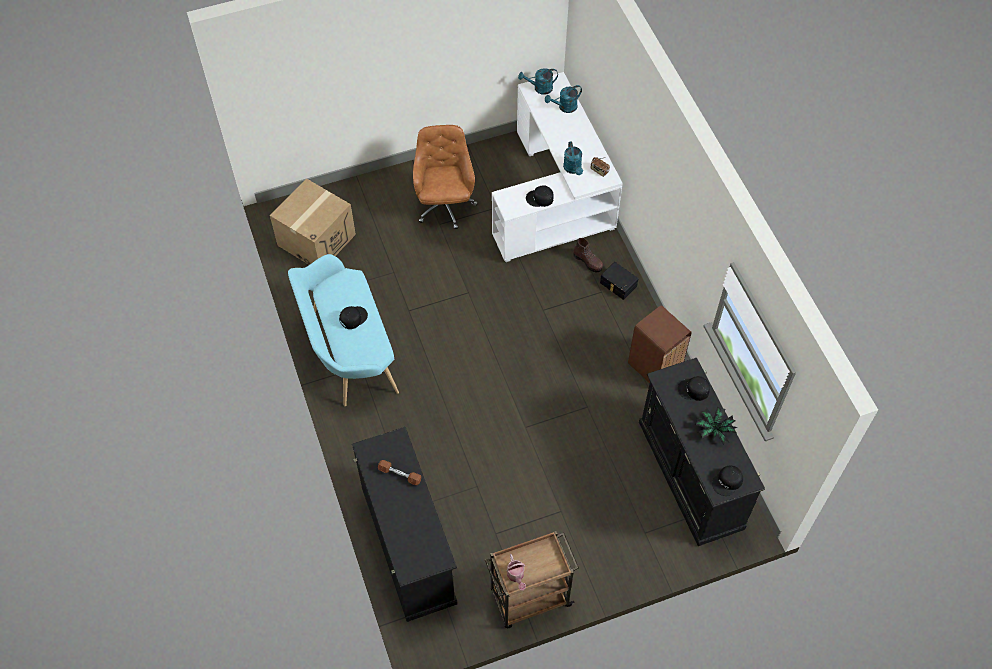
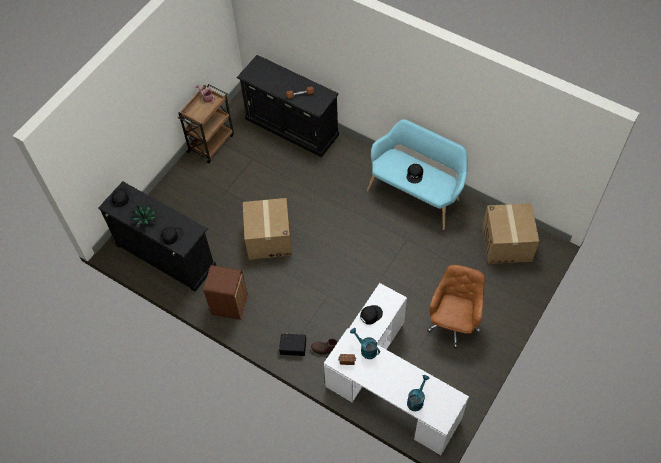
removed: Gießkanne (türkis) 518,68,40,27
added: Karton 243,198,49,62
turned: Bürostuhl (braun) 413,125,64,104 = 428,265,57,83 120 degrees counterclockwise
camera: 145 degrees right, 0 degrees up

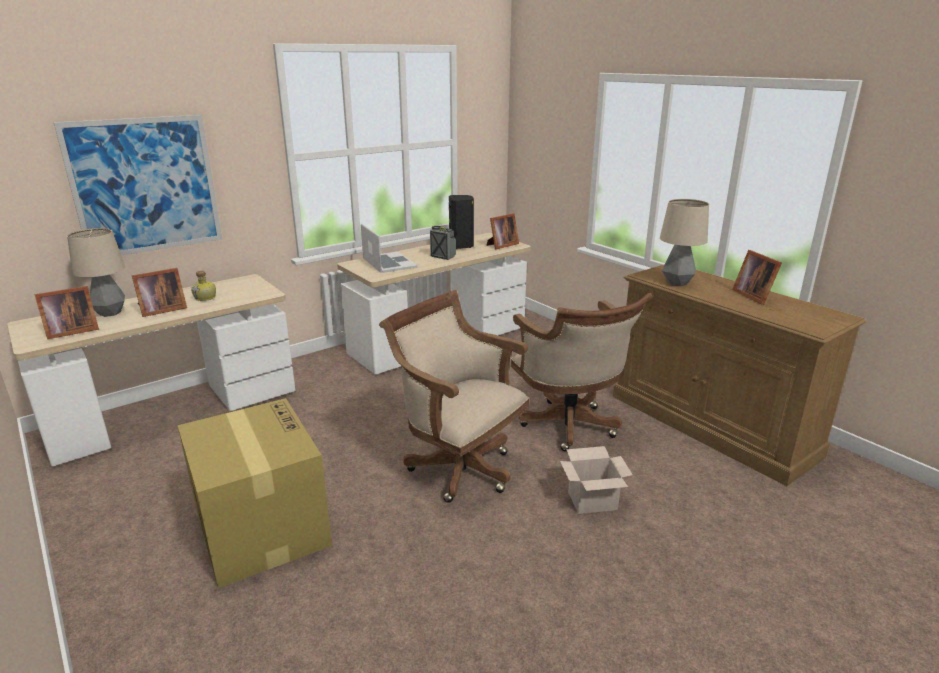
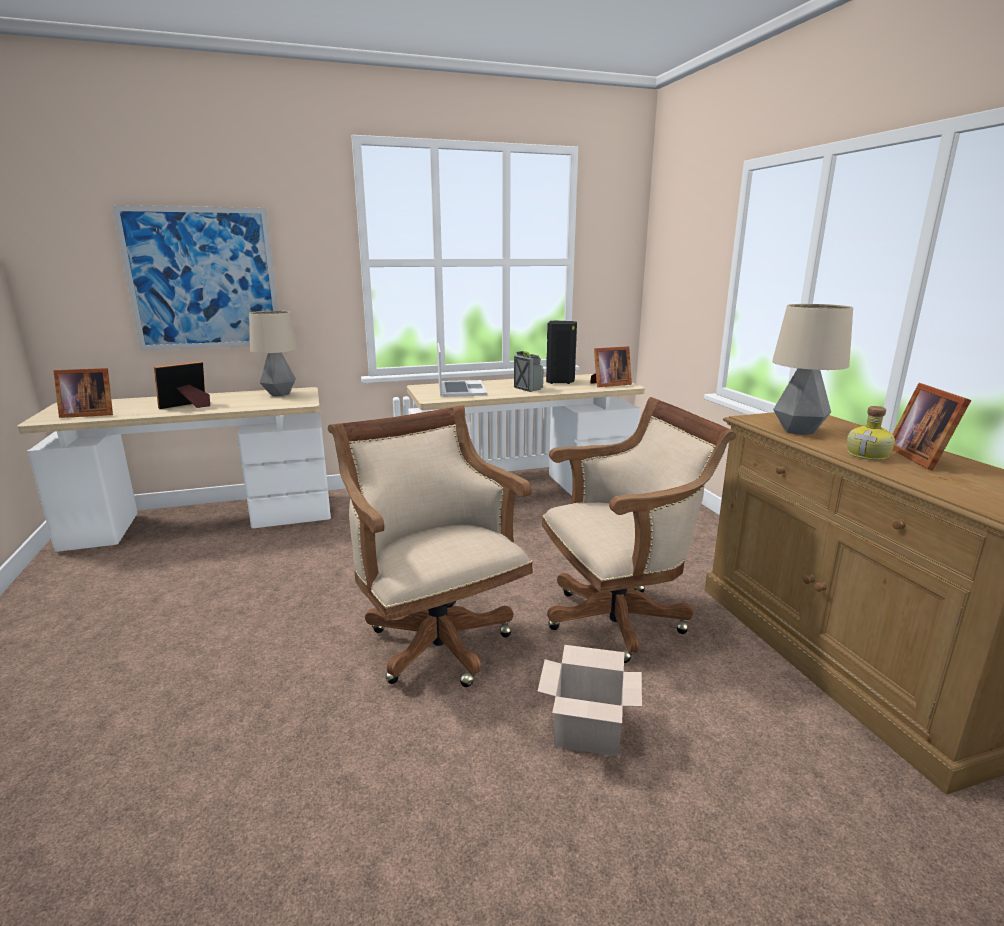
removed: Karton 178,398,154,190
moved: Tischlampe 67,228,58,89 to 249,311,49,85; Flasche 191,271,25,30 to 847,406,48,54
turned: Bilderrahmen 132,268,55,49 = 154,361,56,48 150 degrees clockwise; Bürostuhl 511,293,142,158 = 542,397,194,266 105 degrees counterclockwise
camera: 20 degrees right, 5 degrees down

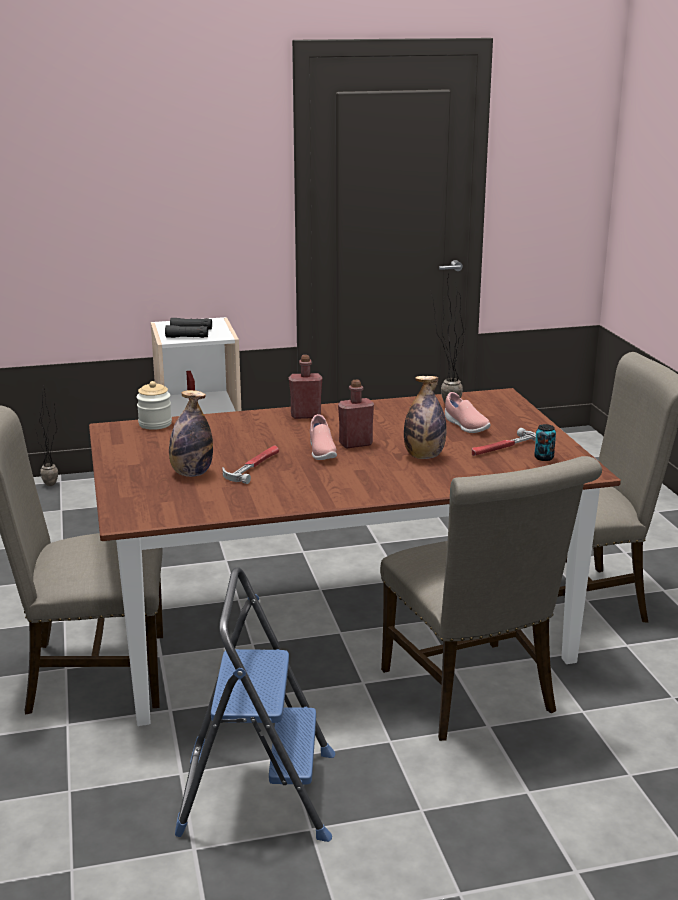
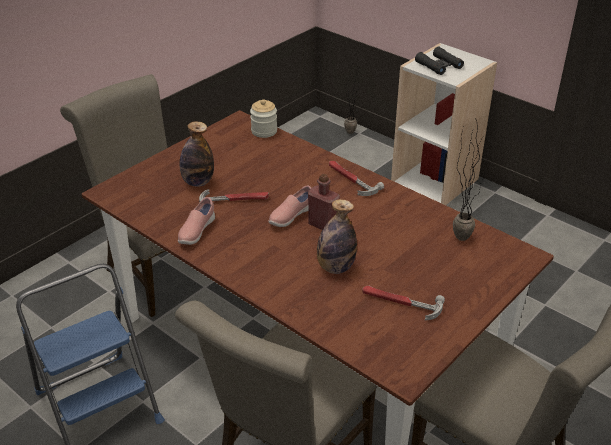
removed: Dose 534,424,22,37
moved: Schuh (rosa) 445,392,45,41 to 178,197,37,48
replaced: Flasche (rot) 289,355,33,64 to Hammer 329,161,55,35
camera: 55 degrees right, 15 degrees up

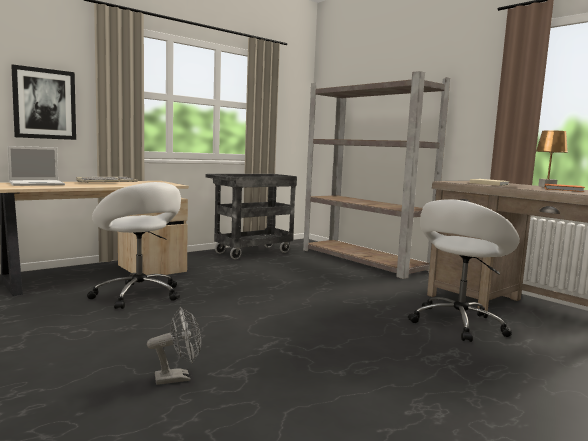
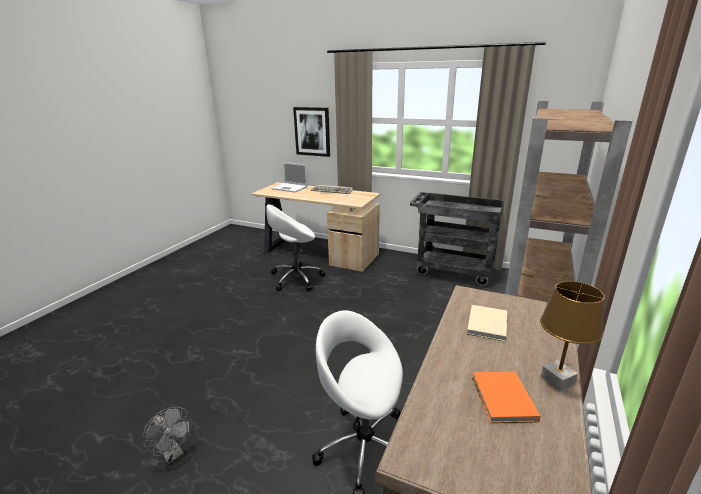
moved: Ventilator (grau) 147,307,54,78 to 142,407,50,57
turned: Bürostuhl (weiß) 87,182,94,127 = 266,204,59,87 45 degrees clockwise
camera: 65 degrees right, 15 degrees up

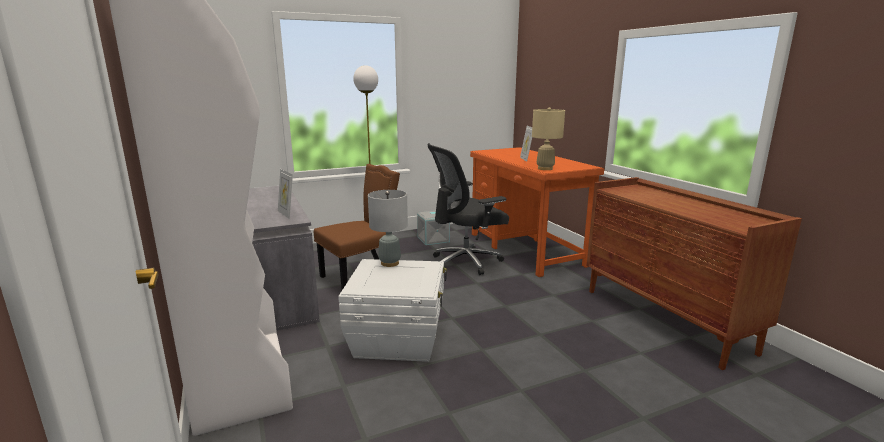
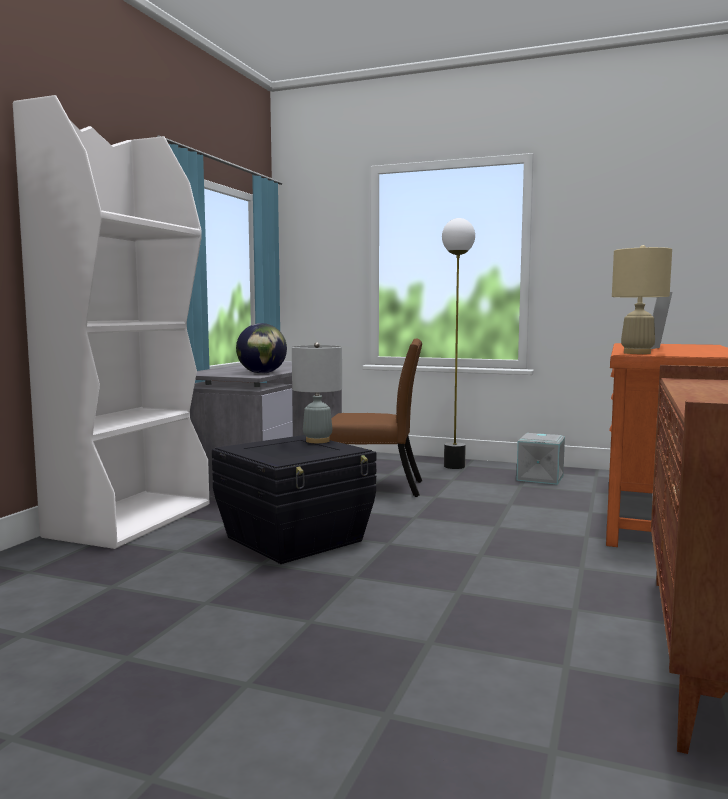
removed: Bürostuhl 428,143,81,132
replaced: Bilderrahmen 278,169,15,50 to Globus 236,323,51,51
recoloured: Aufbewahrungsbox (weiß) 338,259,109,103 to Aufbewahrungsbox (schwarz) 212,435,164,129
camera: 45 degrees right, 10 degrees down

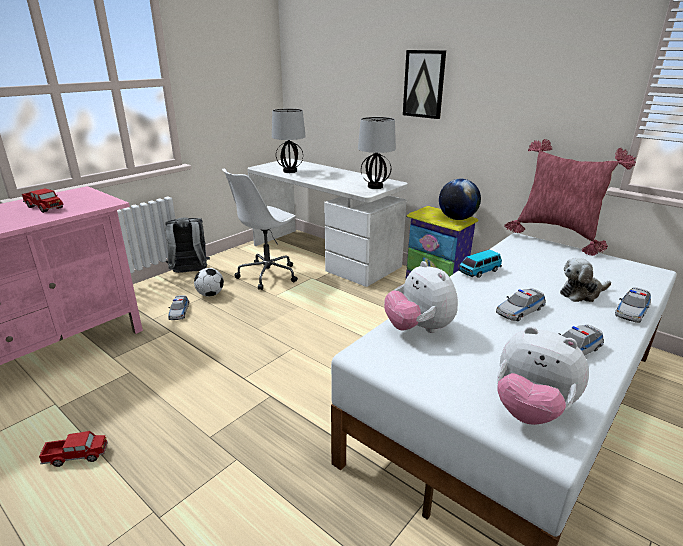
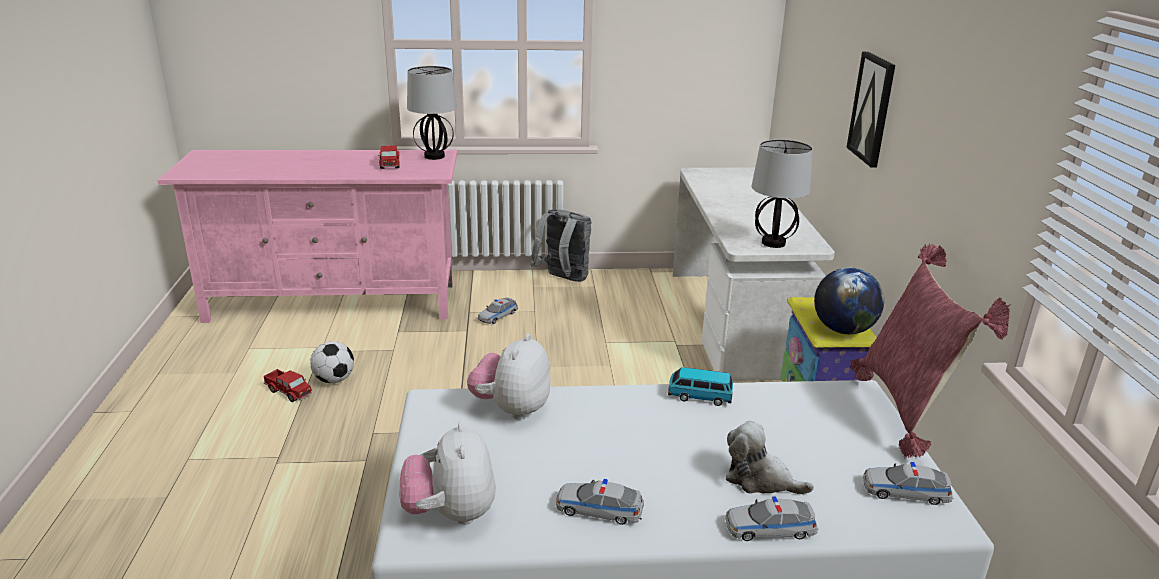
removed: Bürostuhl (weiß) 222,169,76,121
moved: Fußball 194,268,30,29 to 310,341,44,42; Tischlampe 272,108,34,65 to 407,66,50,94; Spielzeugauto 496,288,50,33 to 863,462,90,43
camera: 45 degrees right, 0 degrees up

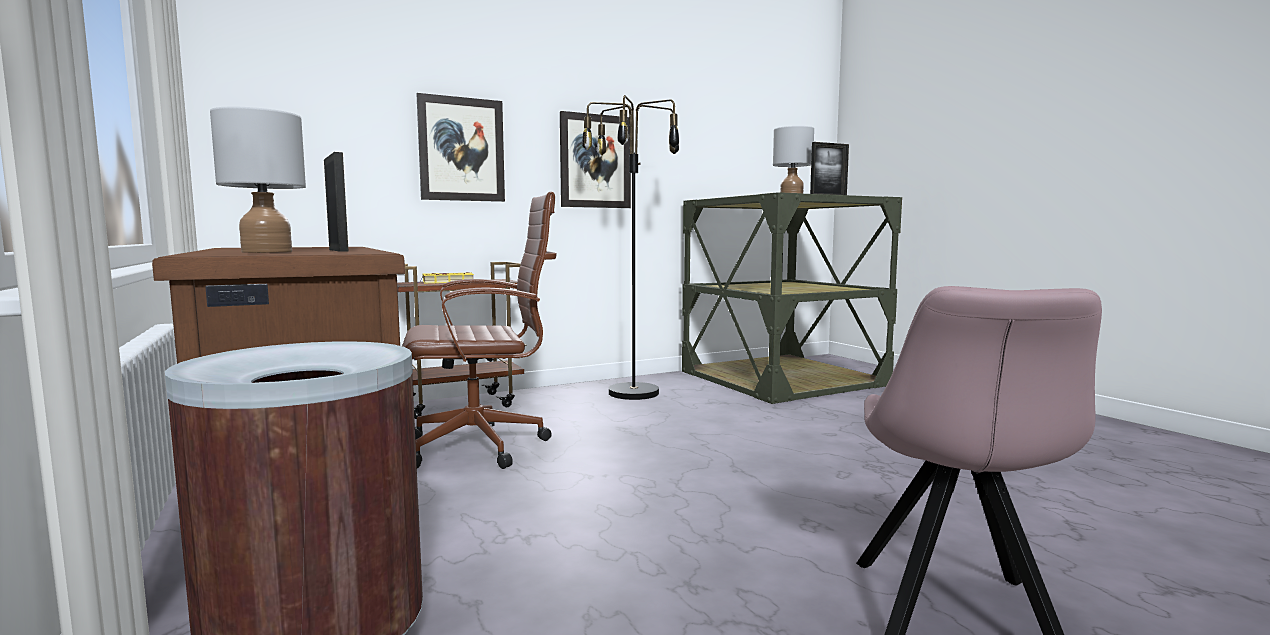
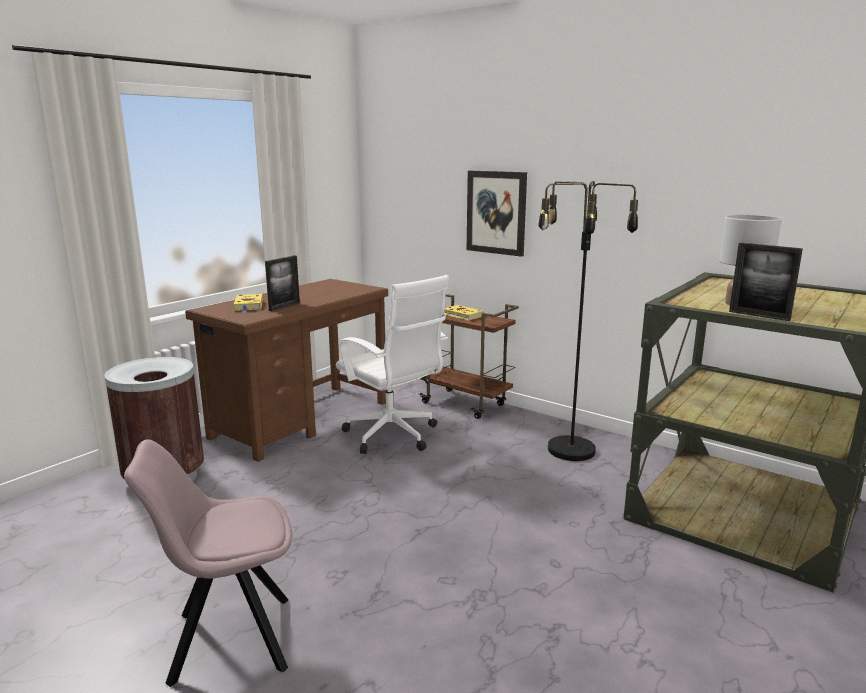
removed: Bild 560,111,71,97
replaced: Tischlampe (grau) 210,107,96,146 to Buch (gelb) 233,294,30,19
recoloured: Bürostuhl (braun) 403,192,154,277 to Bürostuhl (weiß) 336,275,113,179
camera: 65 degrees right, 10 degrees up

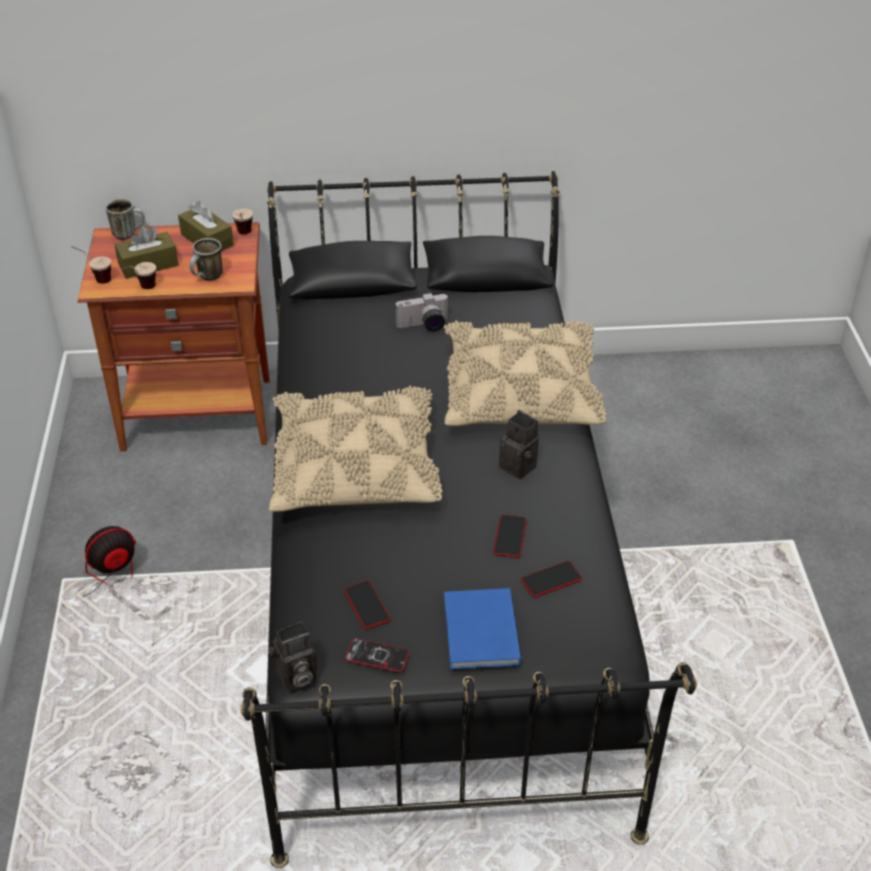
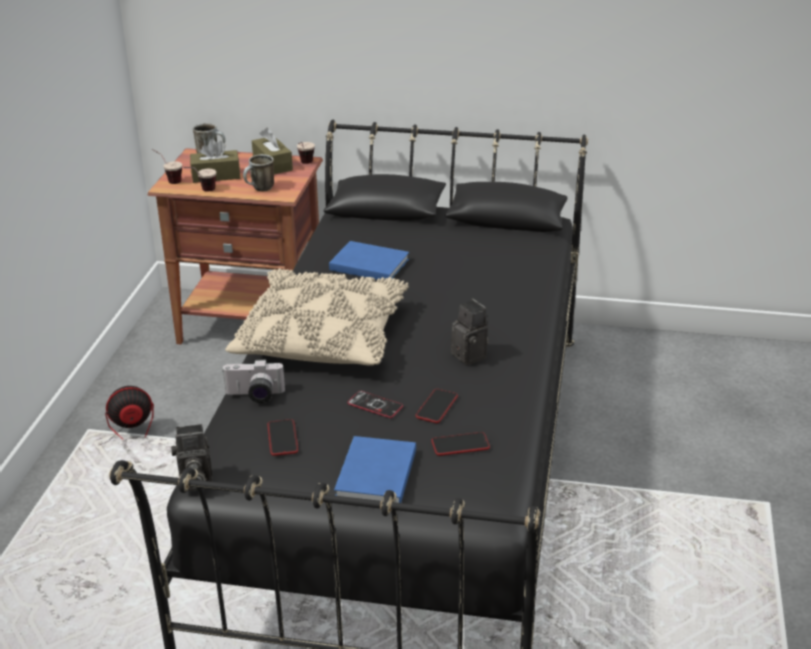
removed: Kissen (beige) 444,320,162,106
added: Buch (blau) 329,241,80,39
moved: Handy 345,638,65,34 to 347,391,56,27; Kamera 396,292,53,40 to 221,359,64,44
camera: 15 degrees right, 10 degrees down

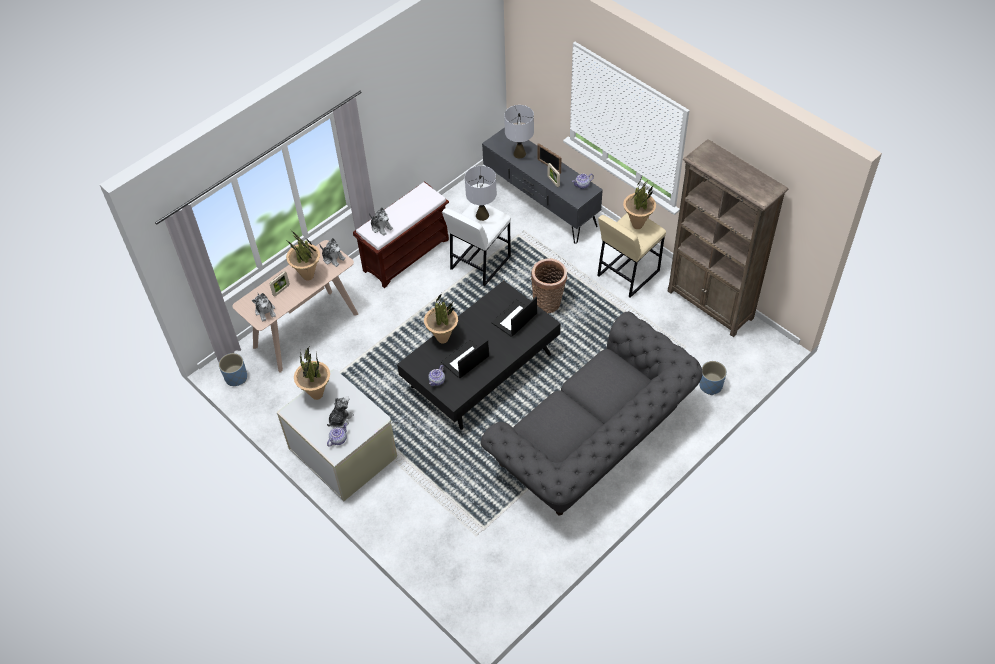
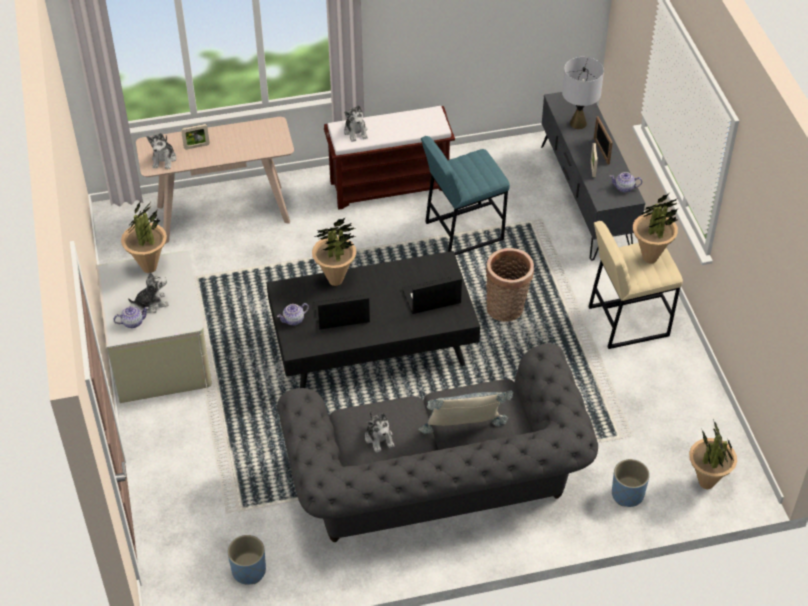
removed: Tischlampe (grau) 465,166,32,55; Bücherregal (braun) 668,139,121,198
added: Kissen 419,390,94,44
moved: Pflanzkübel (blau) 219,353,28,33 to 228,535,38,50; Topfpflanze 286,232,34,49 to 689,419,48,70; Plüschtier 319,238,27,29 to 365,411,29,42
recoloured: Hocker (weiß) 442,203,69,83 to Hocker (blau) 421,136,89,119
camera: 30 degrees right, 5 degrees down

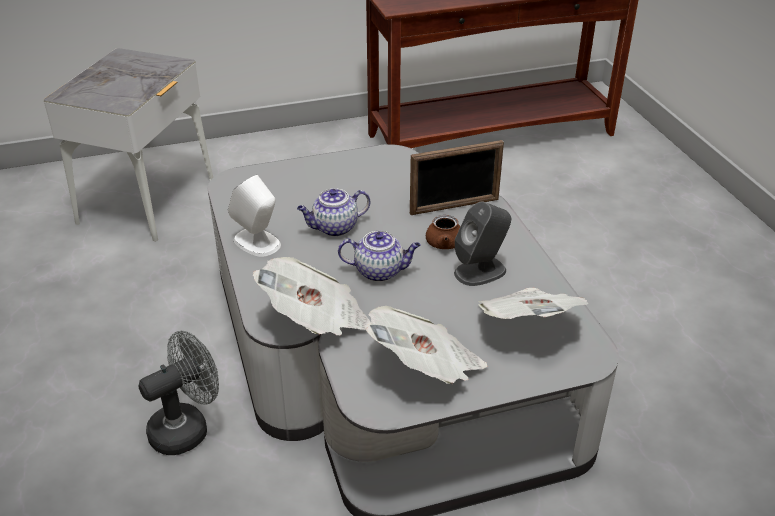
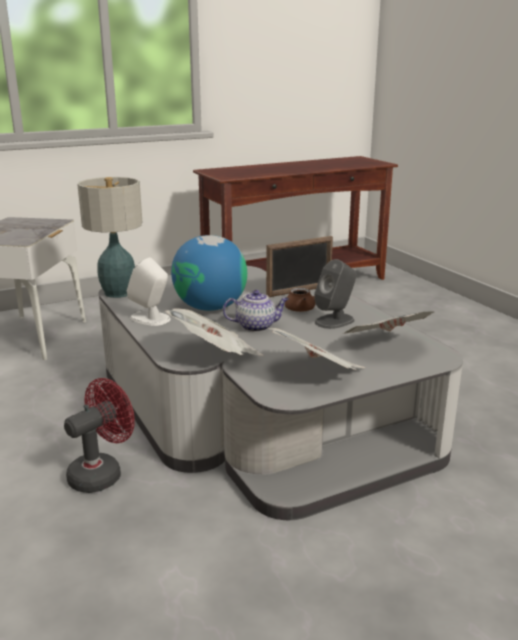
added: Tischlampe 77,177,65,121
replaced: Teekanne 297,188,74,49 to Globus 171,235,76,76
recoloured: Ventilator (grau) 138,331,81,124 to Ventilator (rot) 64,378,71,115
camera: 10 degrees left, 15 degrees down

